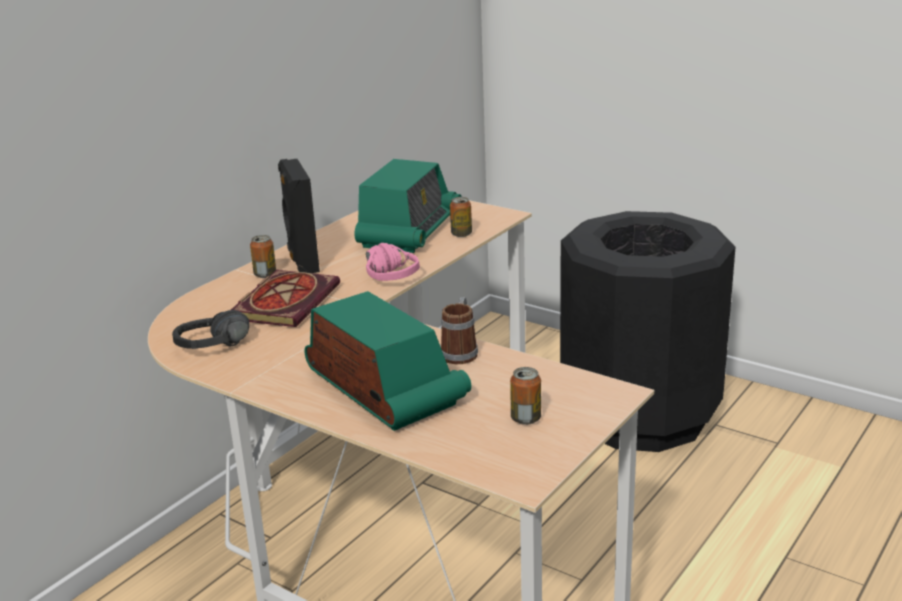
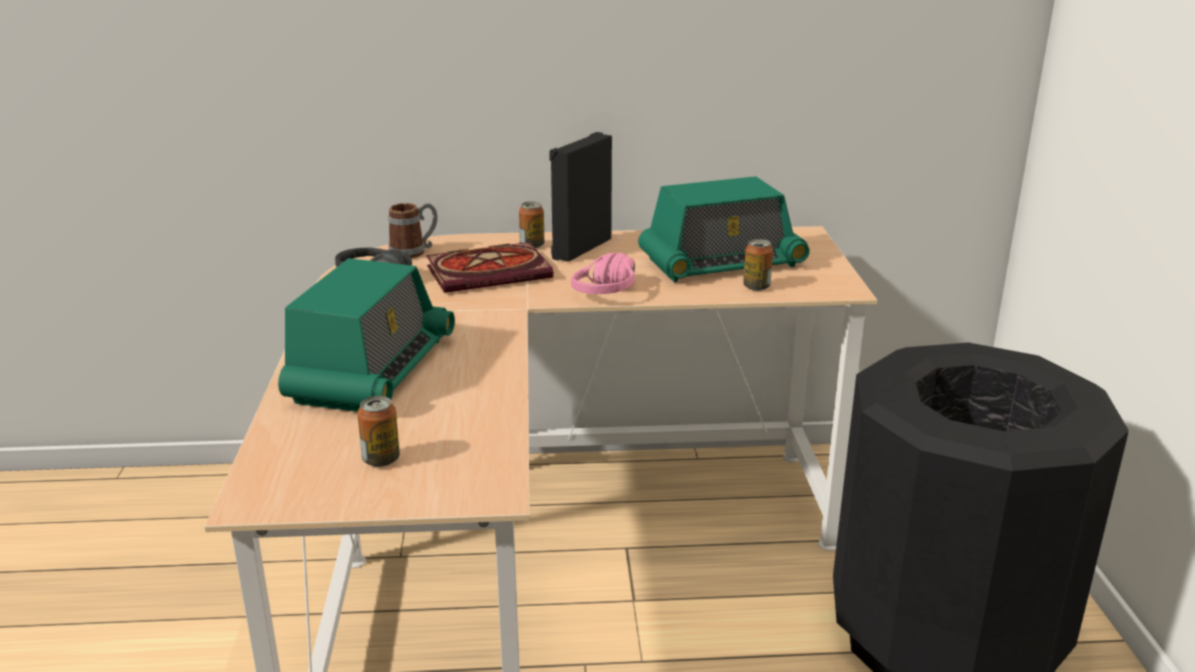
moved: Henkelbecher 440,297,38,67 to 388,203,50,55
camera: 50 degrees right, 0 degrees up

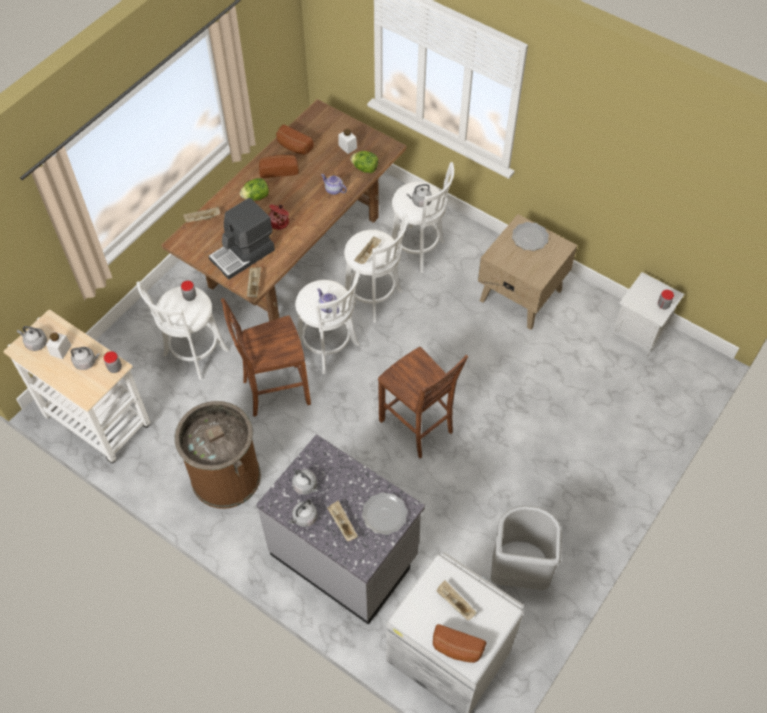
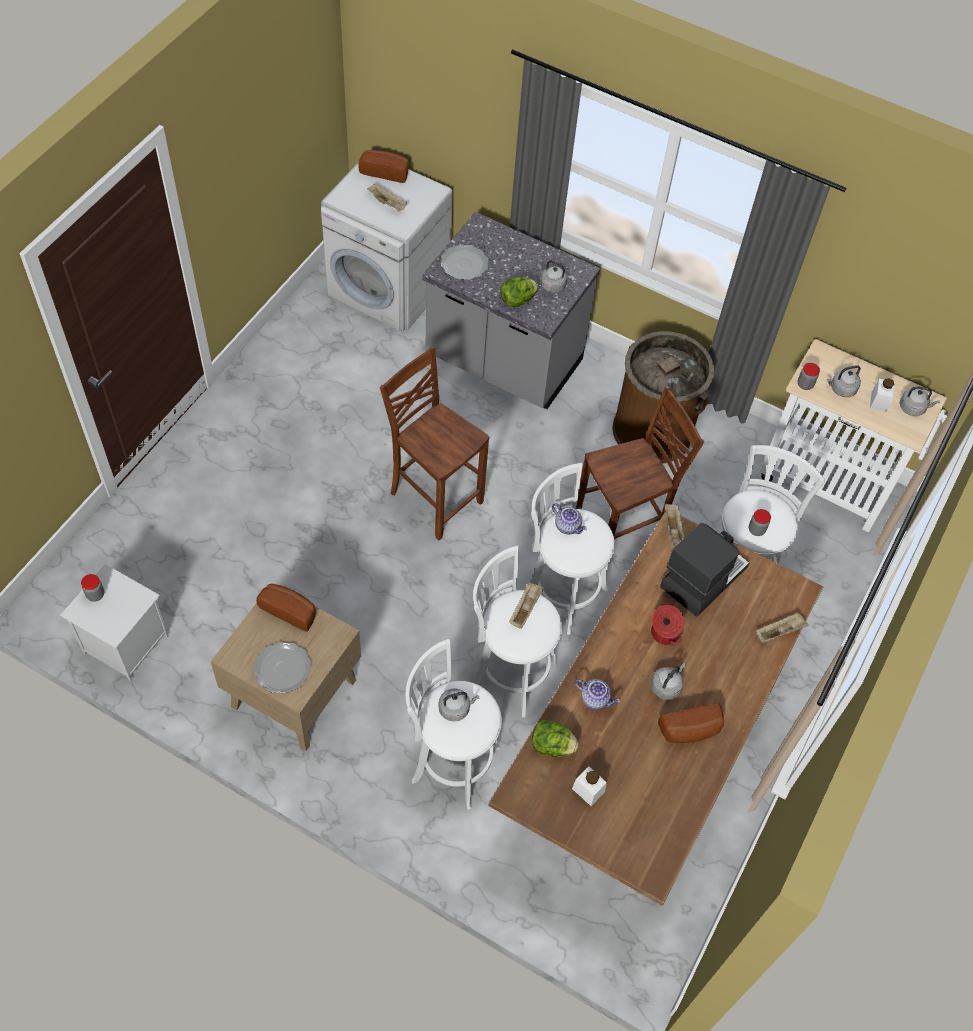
removed: Tablett (beige) 328,501,30,40; Mülleimer (grau) 491,505,71,85
moved: Salatkopf 240,178,29,23 to 500,277,38,30; Brot 276,124,38,31 to 256,584,60,48; Wasserkessel (grau) 288,499,29,28 to 651,663,35,37
camera: 170 degrees right, 0 degrees up

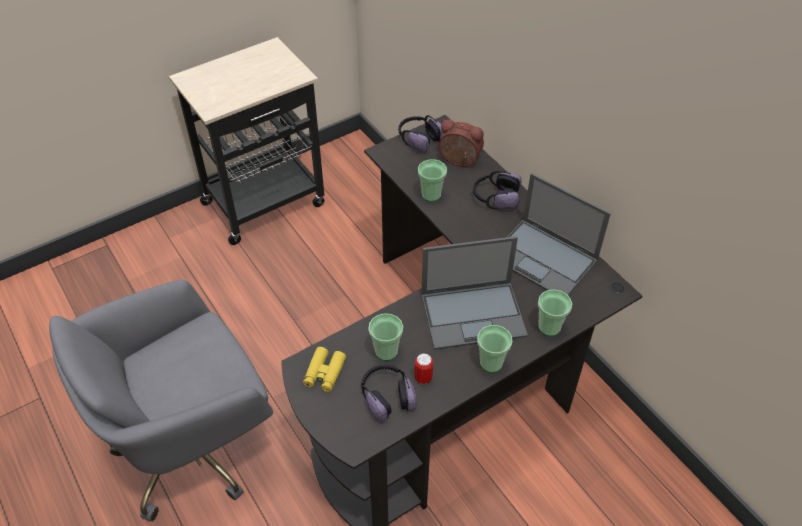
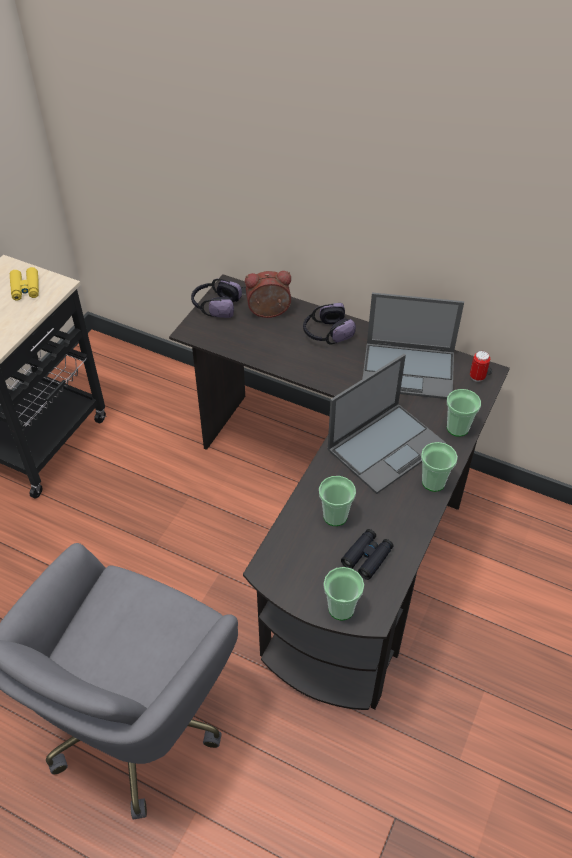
moved: Fernglas (gelb) 303,347,43,45 to 10,267,29,34; Dose 414,353,19,31 to 470,351,20,31; Tasse 418,159,29,43 to 324,567,40,54
replaced: Kopfhörer 361,365,56,58 to Fernglas (schwarz) 341,529,52,51
camera: 30 degrees left, 0 degrees up

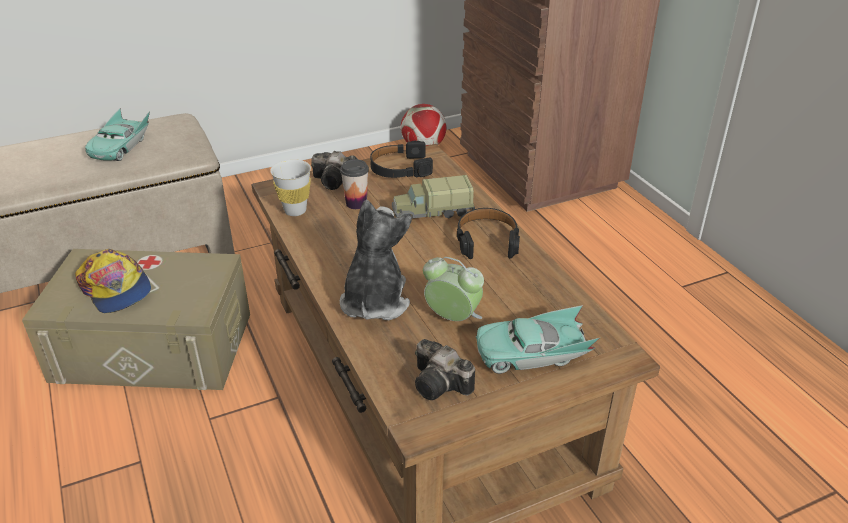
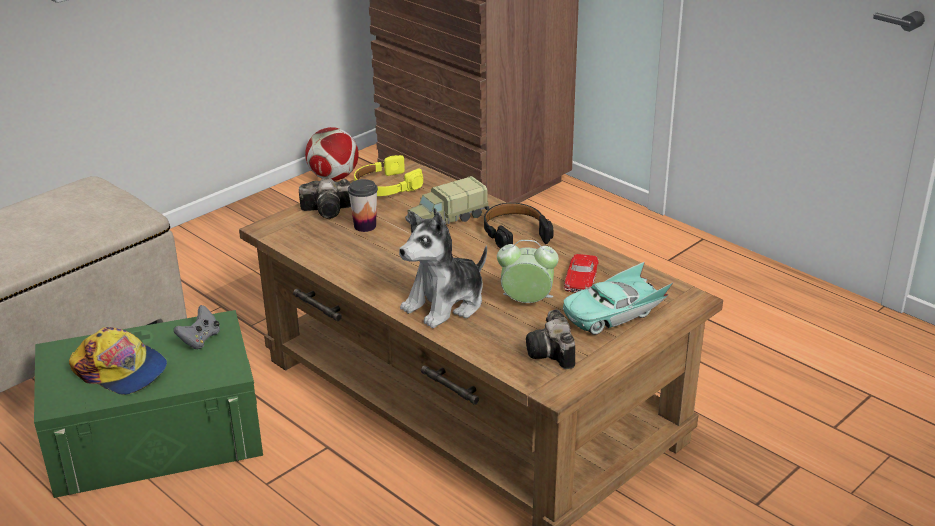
removed: Spielzeugauto (türkis) 85,108,65,53; Tasse (weiß) 270,159,41,57
added: Gamepad (grau) 174,305,46,44; Spielzeugauto (rot) 564,254,34,39
recoloured: Aufbewahrungsbox (beige) 22,249,228,141 to Aufbewahrungsbox (grün) 34,310,229,188; Kopfhörer (schwarz) 370,141,63,37 to Kopfhörer (gelb) 354,155,69,41
turned: Plüschtier 340,200,72,120 = 399,211,88,117 120 degrees counterclockwise; Kamera 415,339,60,61 = 526,309,49,60 60 degrees clockwise
camera: 20 degrees left, 5 degrees down

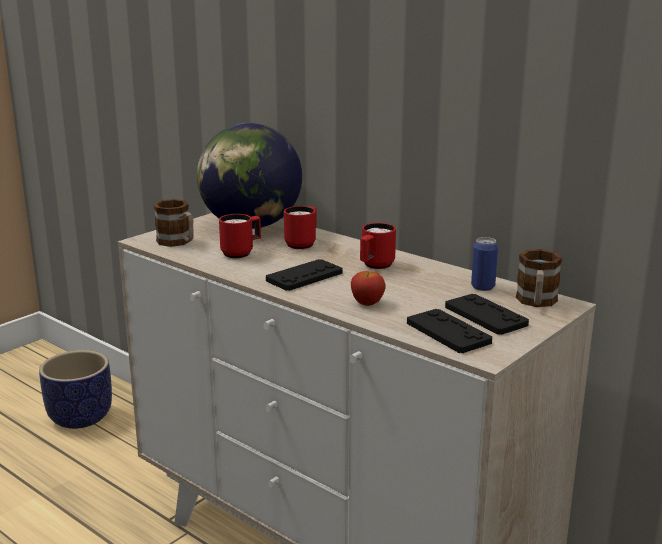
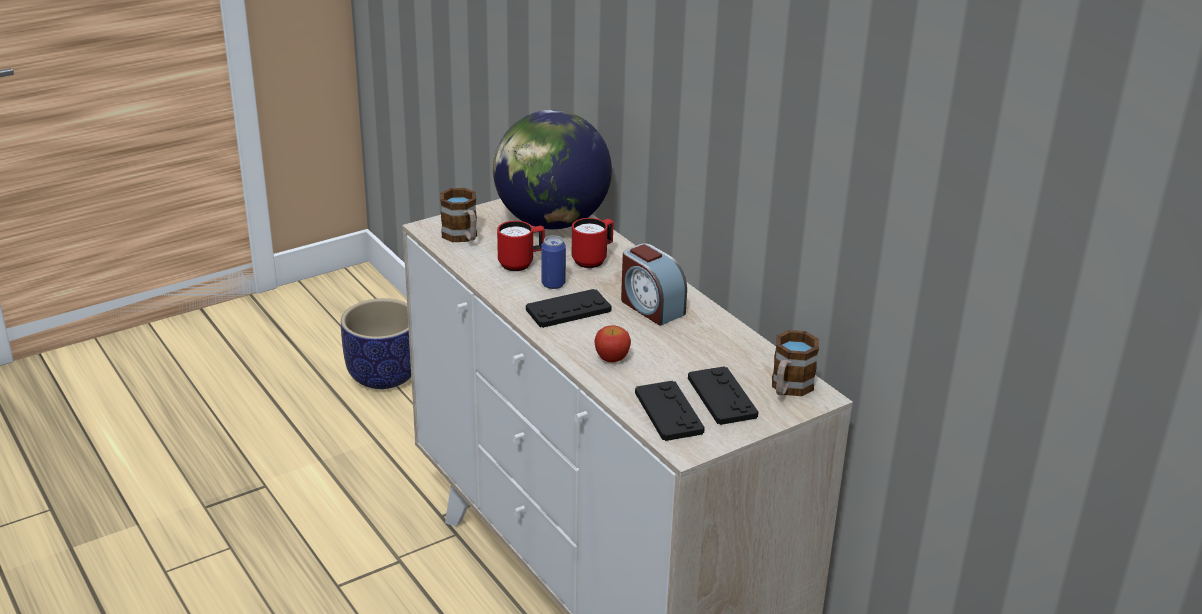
moved: Dose 471,237,27,54 to 541,235,25,54
replaced: Henkelbecher (rot) 360,223,36,46 to Wecker 621,243,66,83
camera: 15 degrees right, 10 degrees up

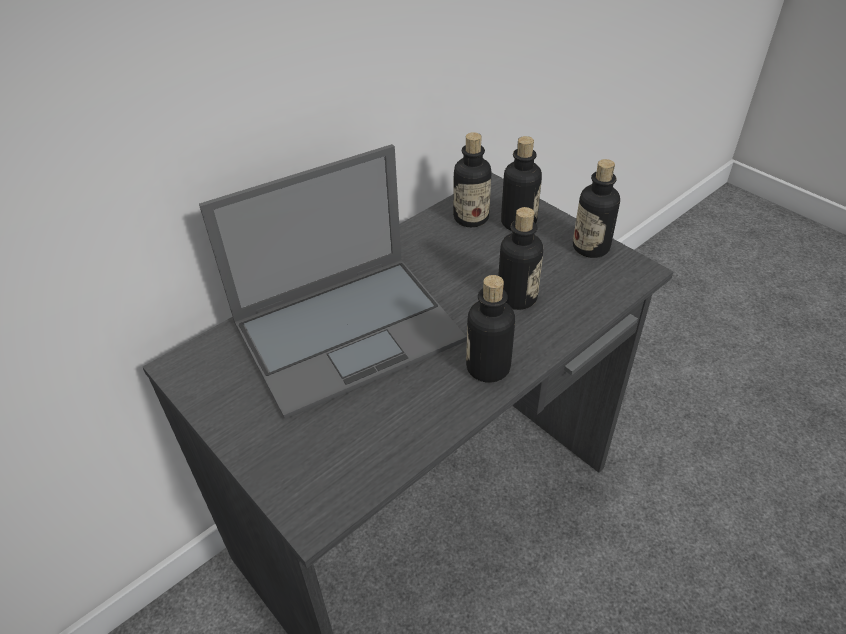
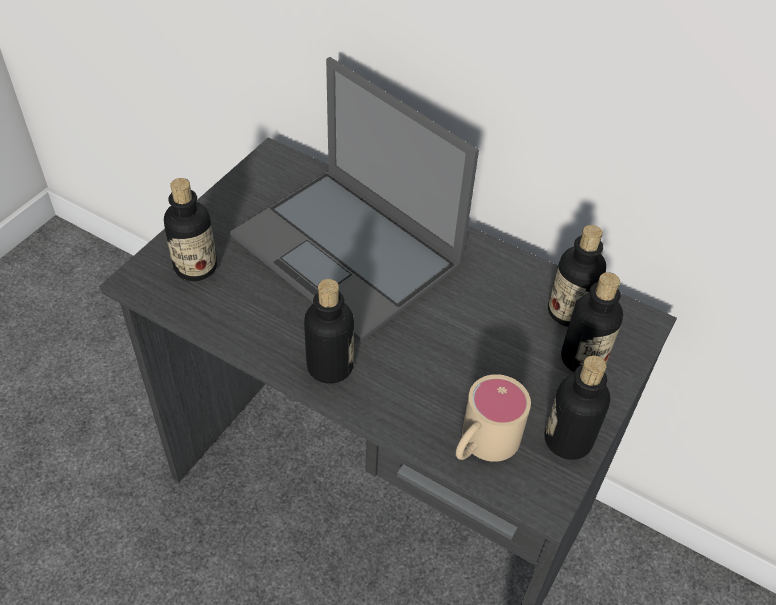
added: Henkelbecher (beige) 456,374,75,88
moved: Flasche 498,207,45,103 to 164,178,53,103
camera: 70 degrees right, 5 degrees up

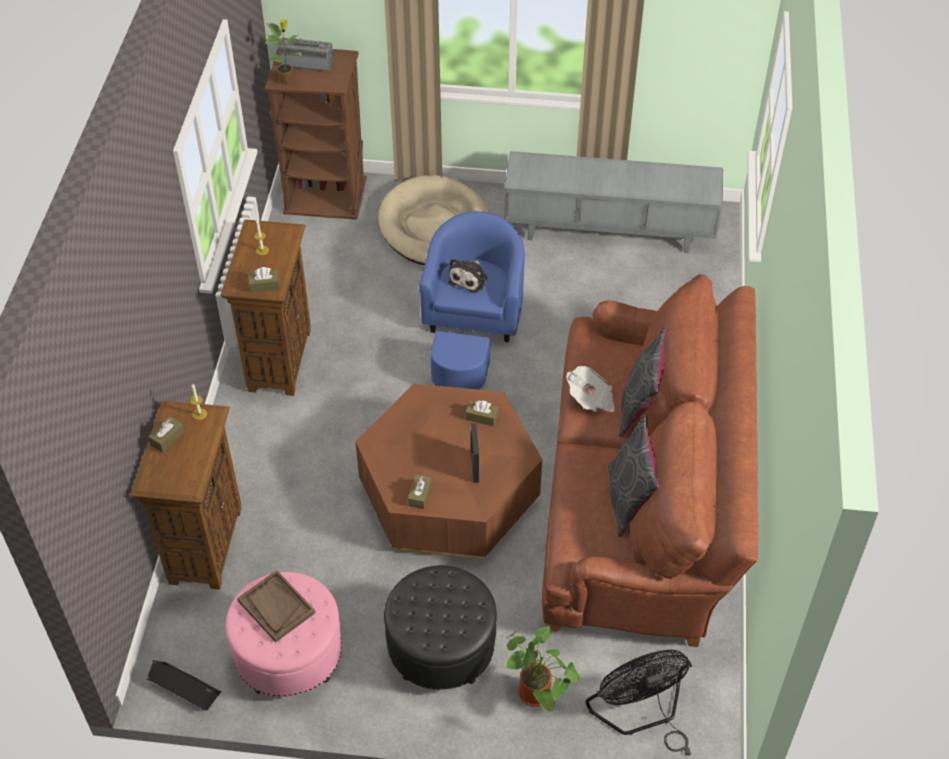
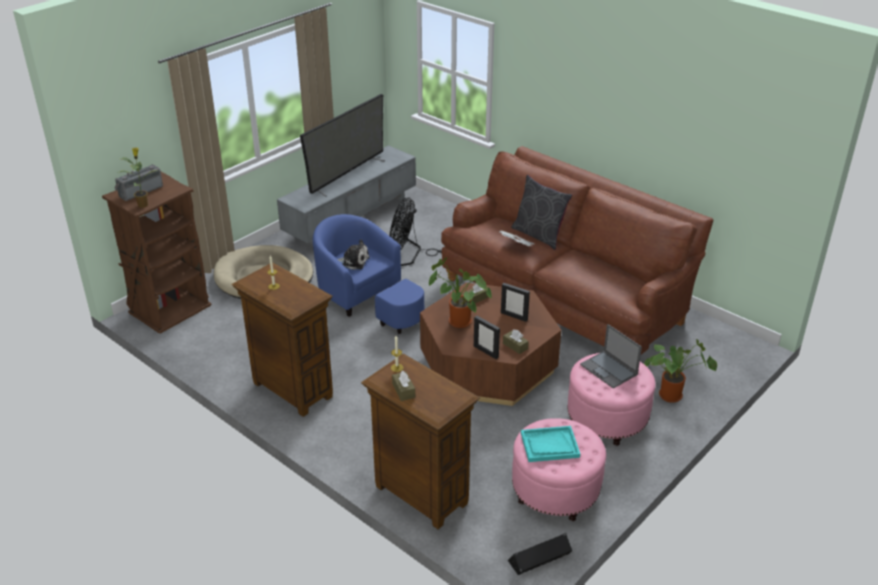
removed: Taschentuchbox (braun) 248,267,32,26; Kissen (grau) 608,415,51,122
added: Fernseher 300,94,85,103; Topfpflanze 429,258,63,70; Bilderrahmen 474,316,26,43; Laptop 580,324,62,65
moved: Ventilator (schwarz) 586,650,106,106 to 389,198,53,68
recoloured: Tablett (braun) 237,570,78,72 to Tablett (türkis) 521,426,59,36; Polsterhocker (schwarz) 384,565,113,125 to Polsterhocker (rosa) 567,353,88,93
turned: Plüschtier 448,258,39,35 = 338,239,32,31 45 degrees counterclockwise
camera: 55 degrees left, 15 degrees down

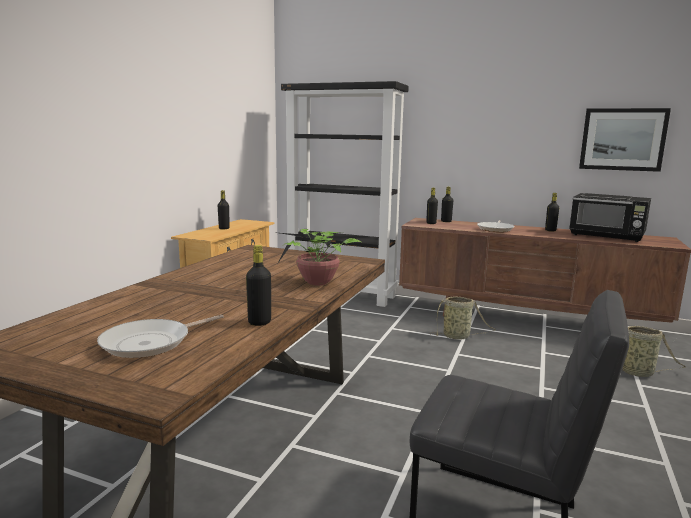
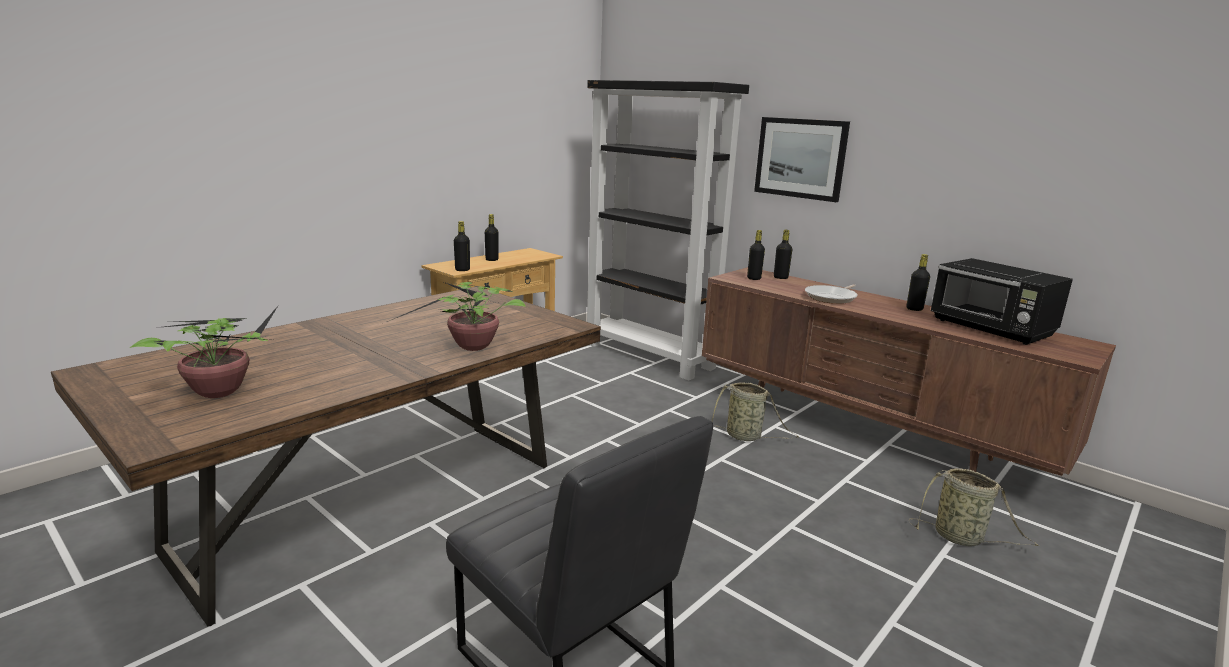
moved: Flasche (schwarz) 246,245,25,81 to 454,221,16,50; Bild 579,108,92,64 to 754,117,96,85
replaced: Pfanne 97,315,126,43 to Topfpflanze 130,305,149,93
camera: 20 degrees right, 5 degrees up

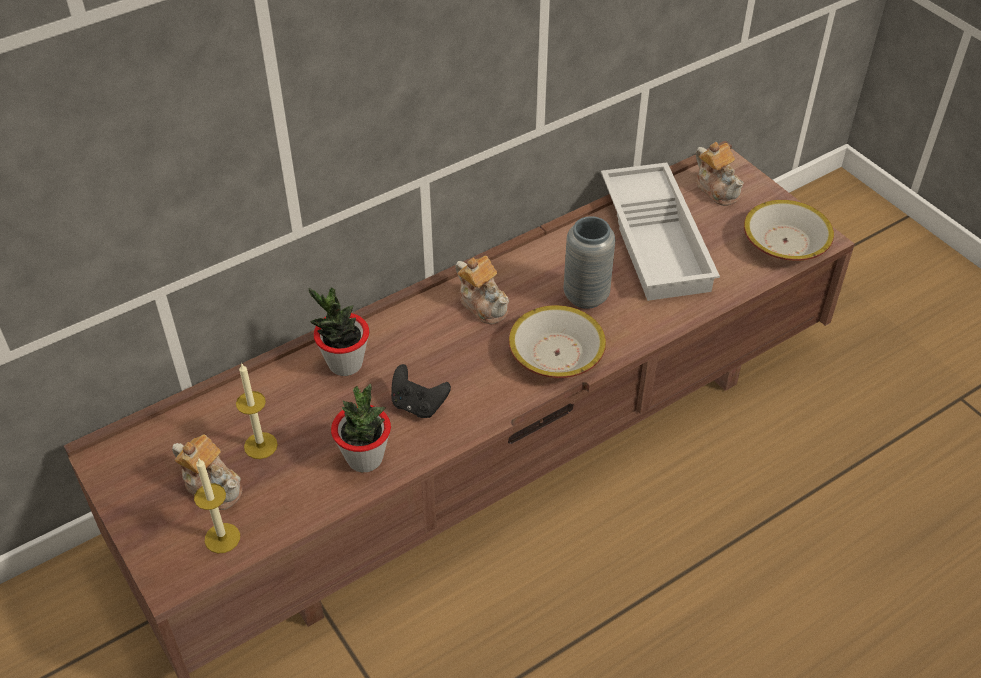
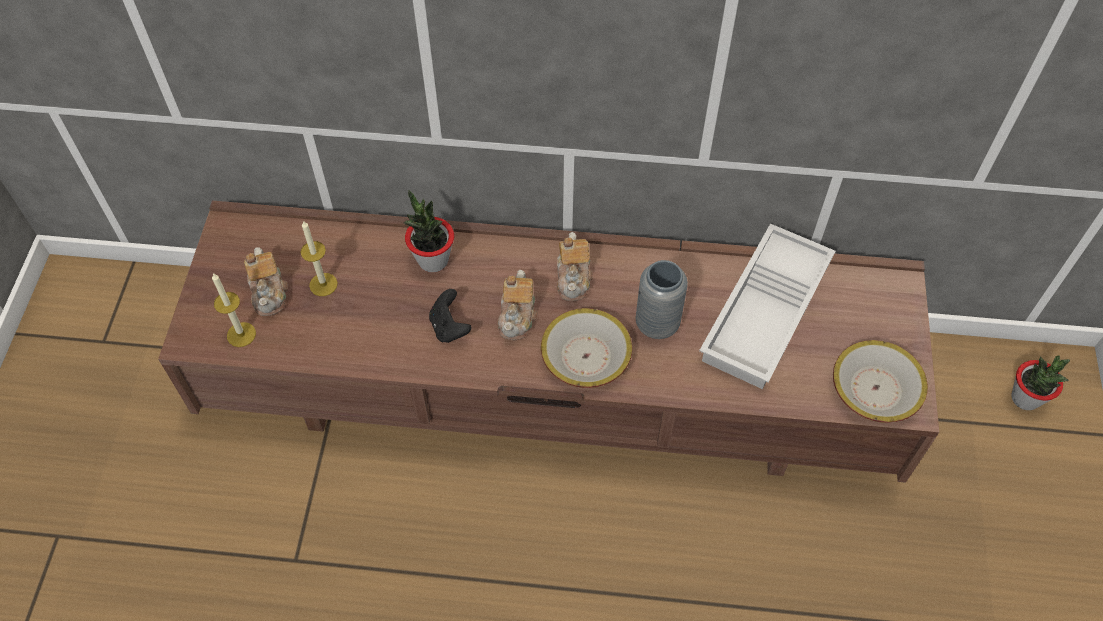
moved: Topfpflanze 331,384,60,88 to 1011,356,59,54; Teekanne 696,142,48,64 to 498,270,40,70
camera: 40 degrees right, 10 degrees up

